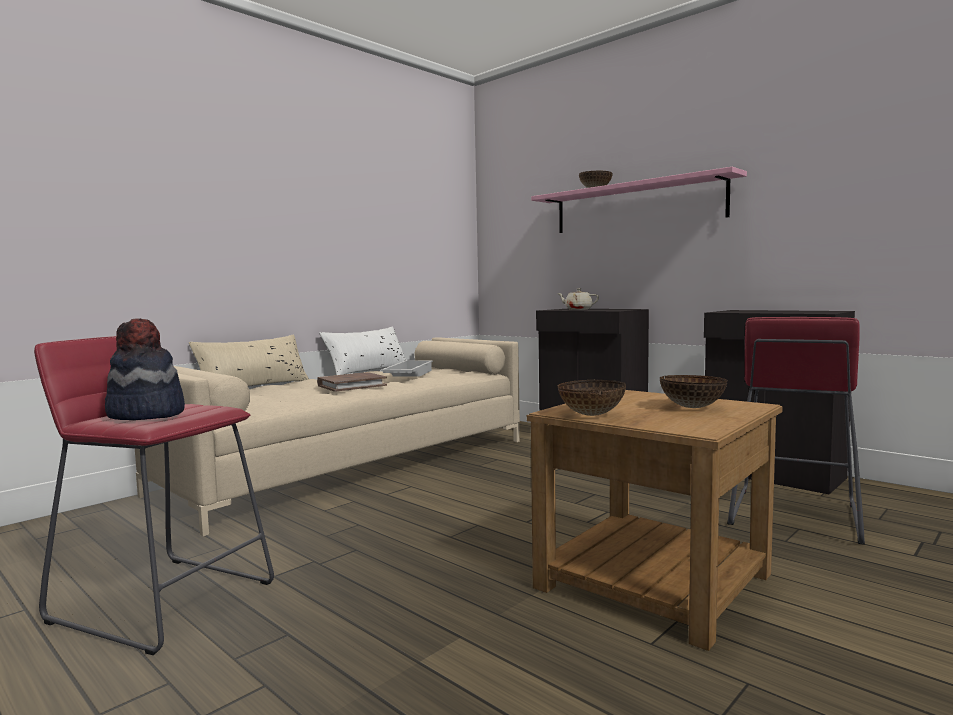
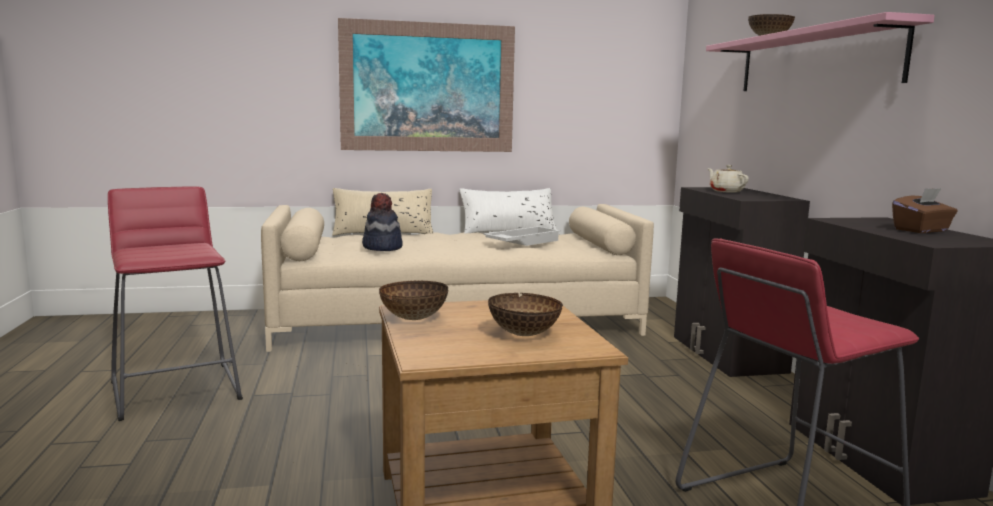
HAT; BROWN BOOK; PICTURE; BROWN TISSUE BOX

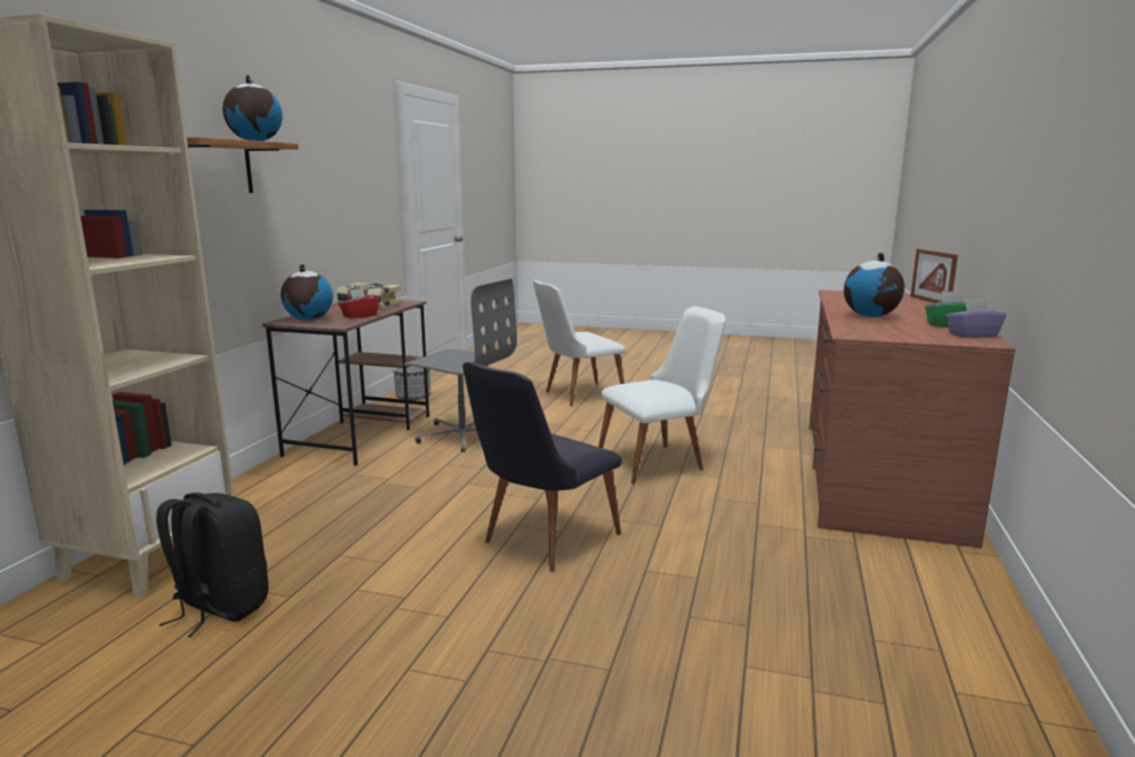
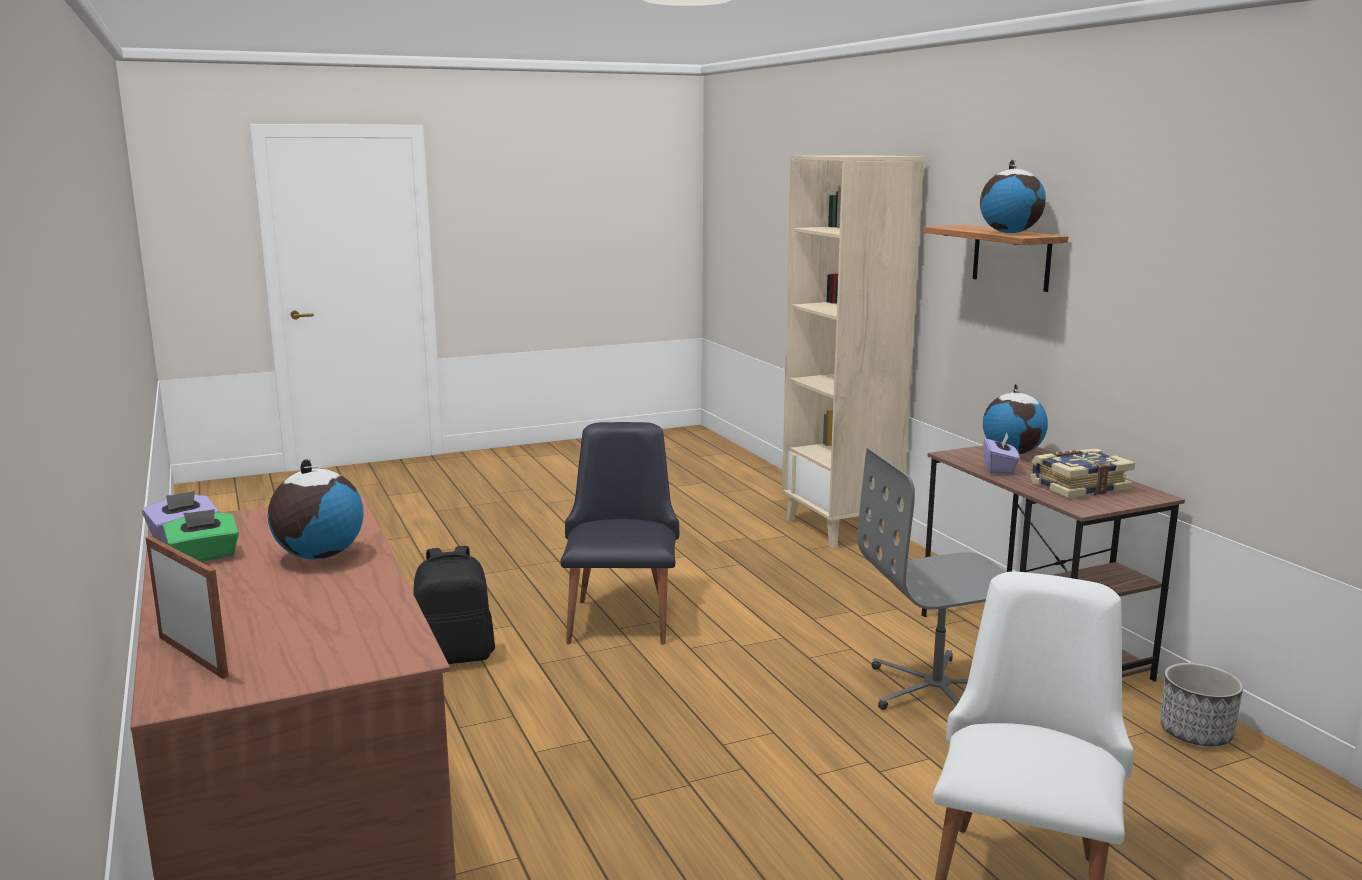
PURPLE TISSUE BOX (2nd from left); WHITE CHAIR (2nd from left in the first image); BLACK BACKPACK

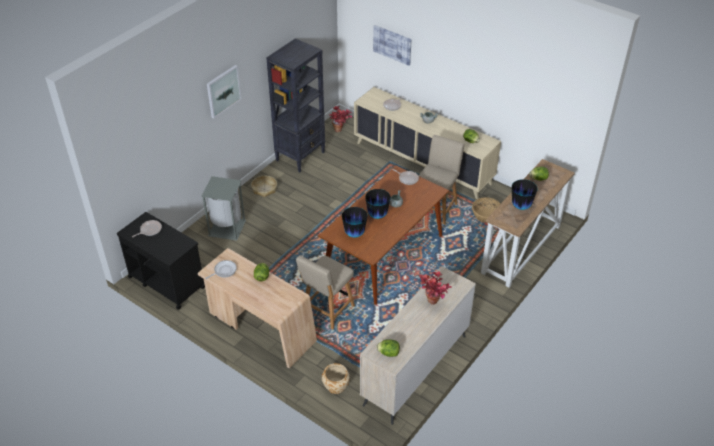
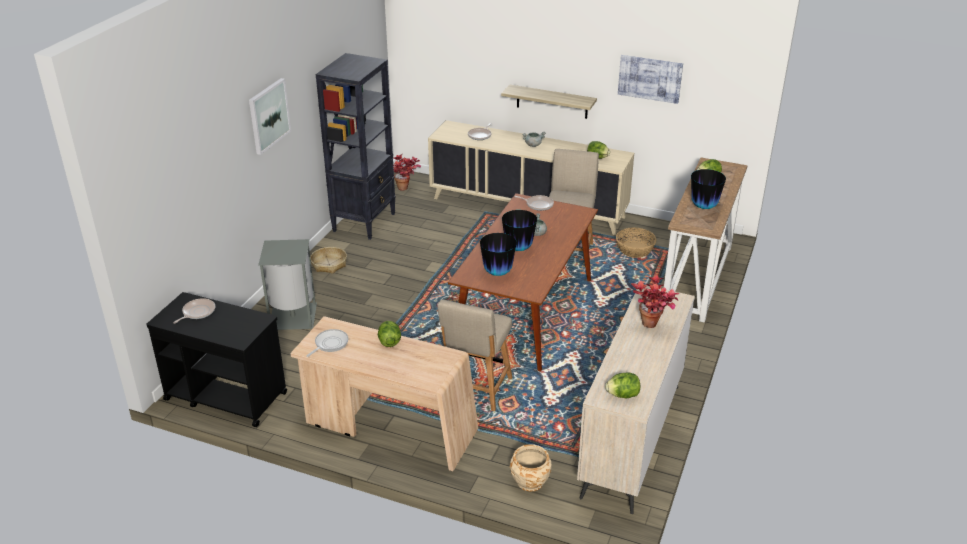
PICTURE (2nd from left); SHELF

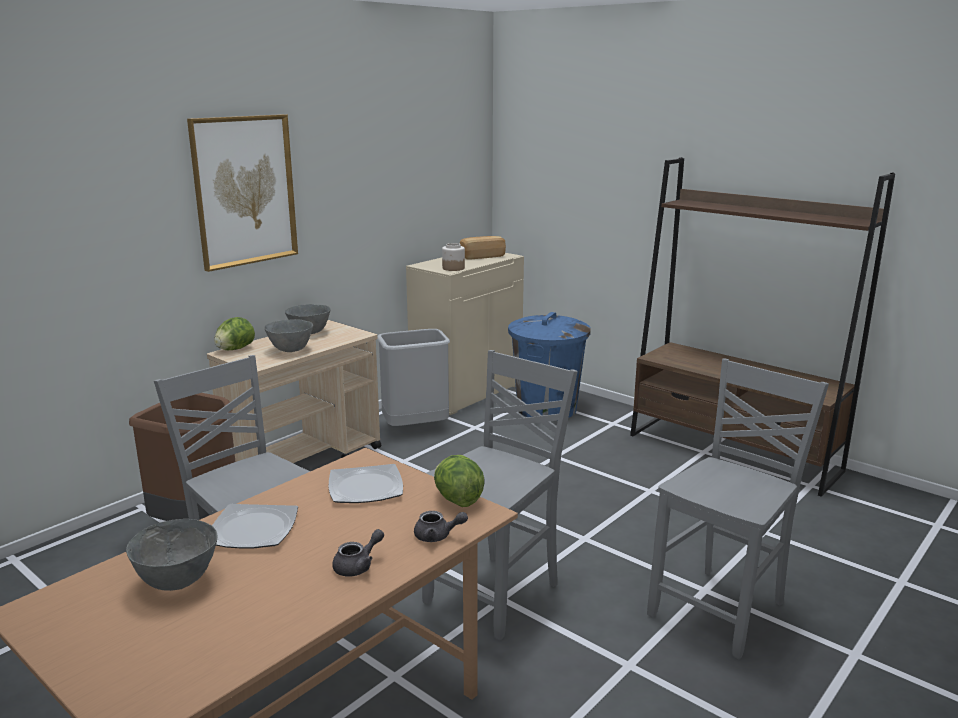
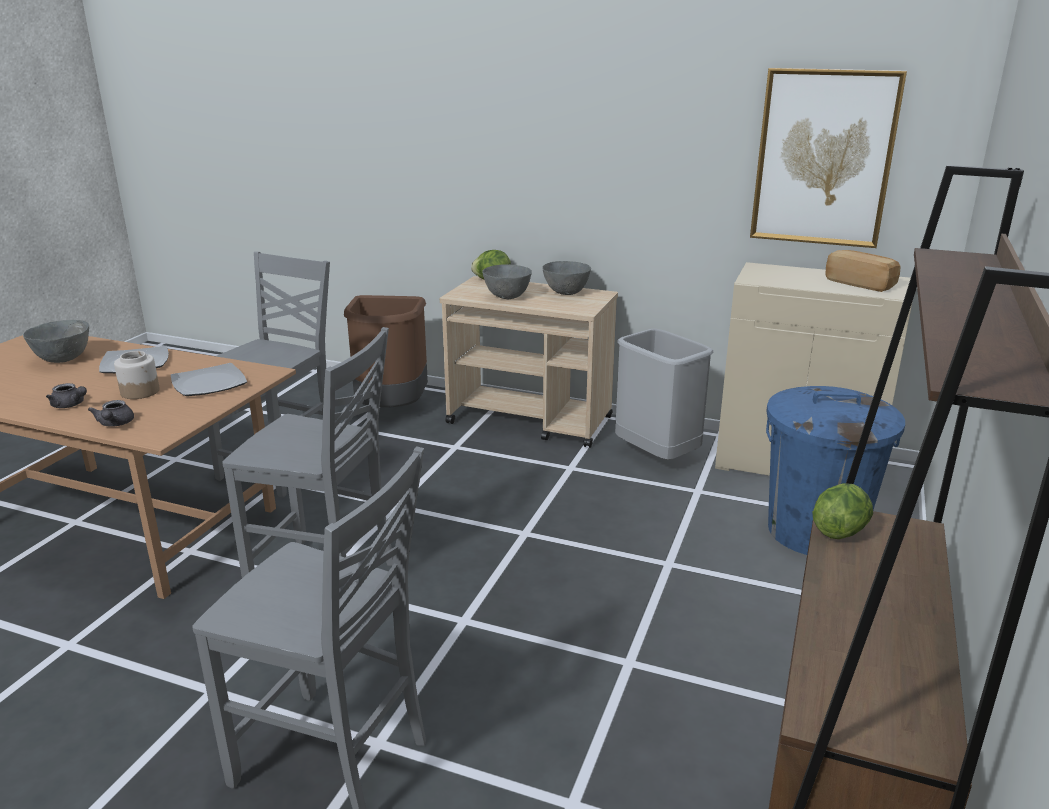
PICTURE; JAR; LETTUCE (2nd from left)

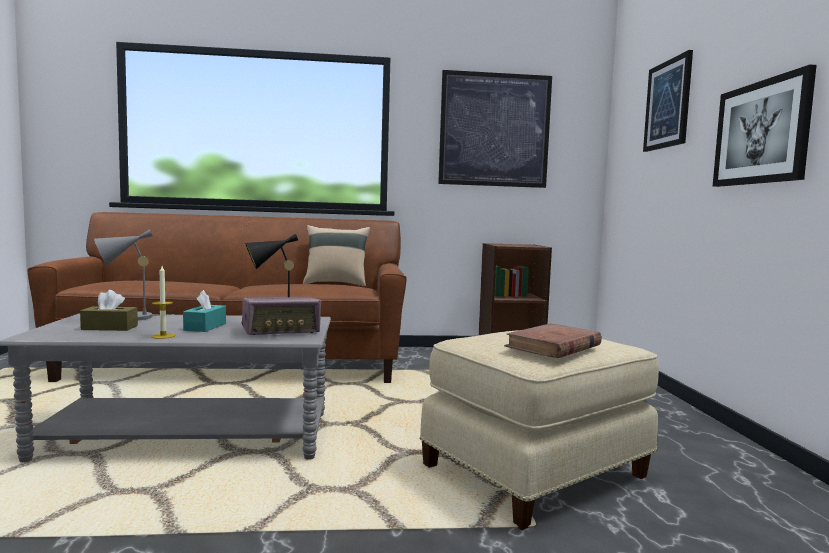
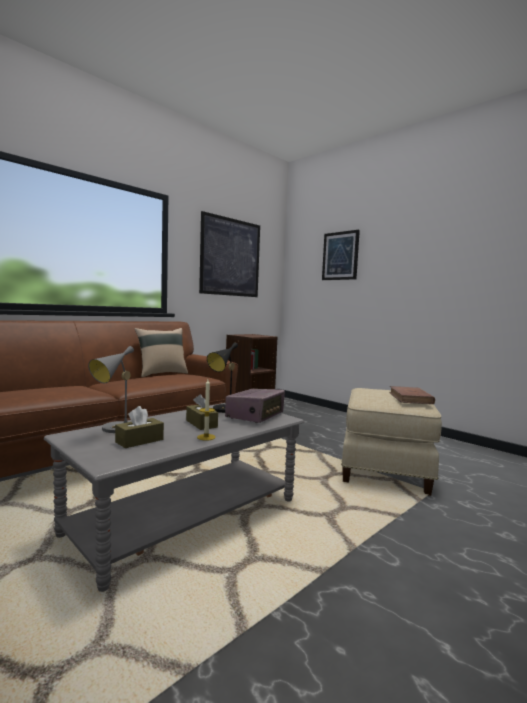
PICTURE (3rd from left in the first image); BROWN TISSUE BOX (2nd from left)

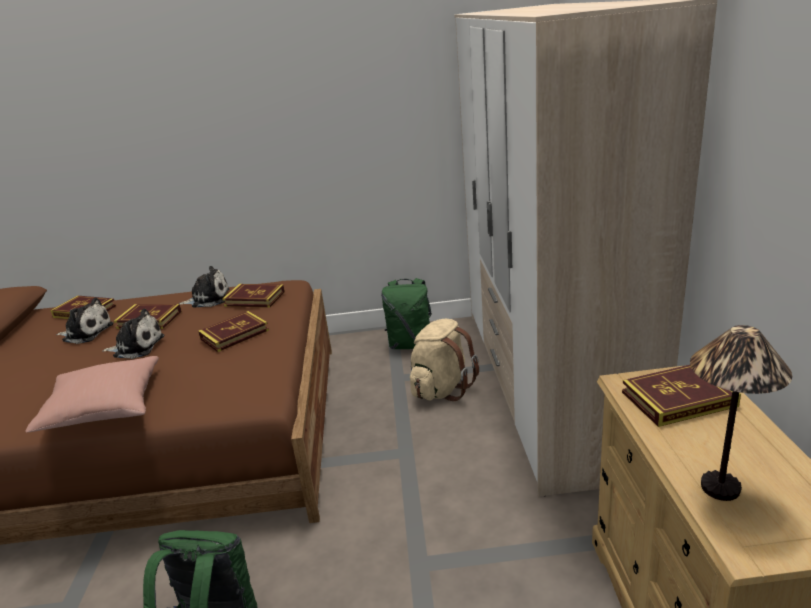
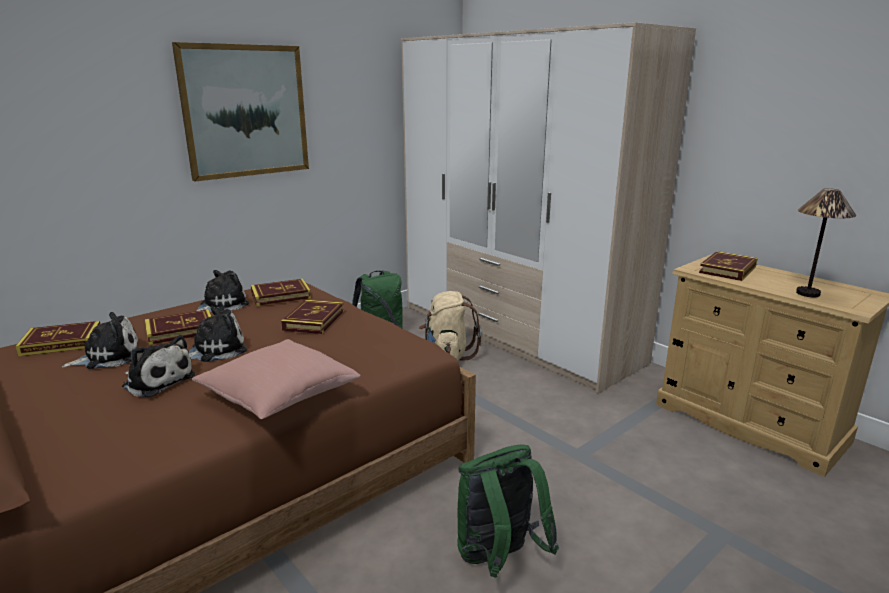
PICTURE; PLUSH TOY (2nd from left)

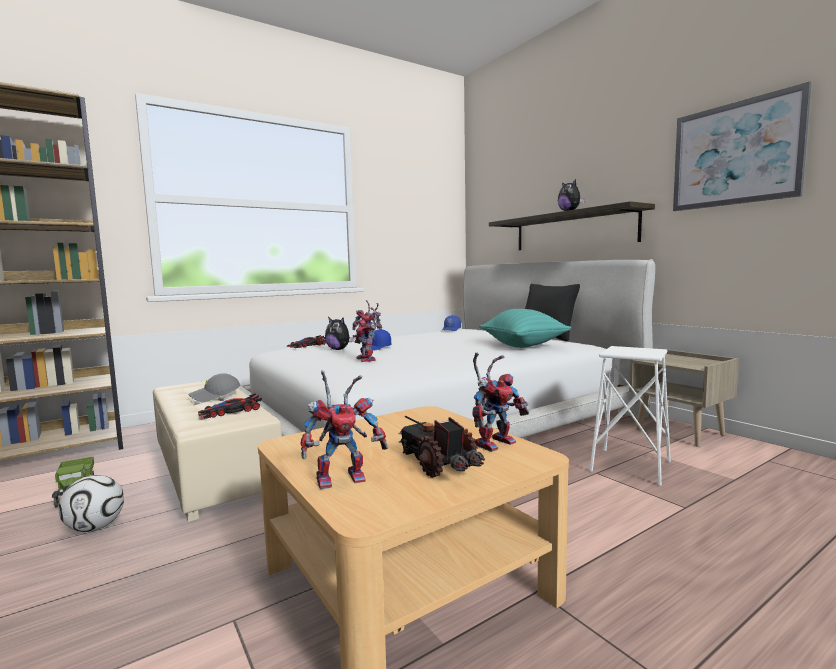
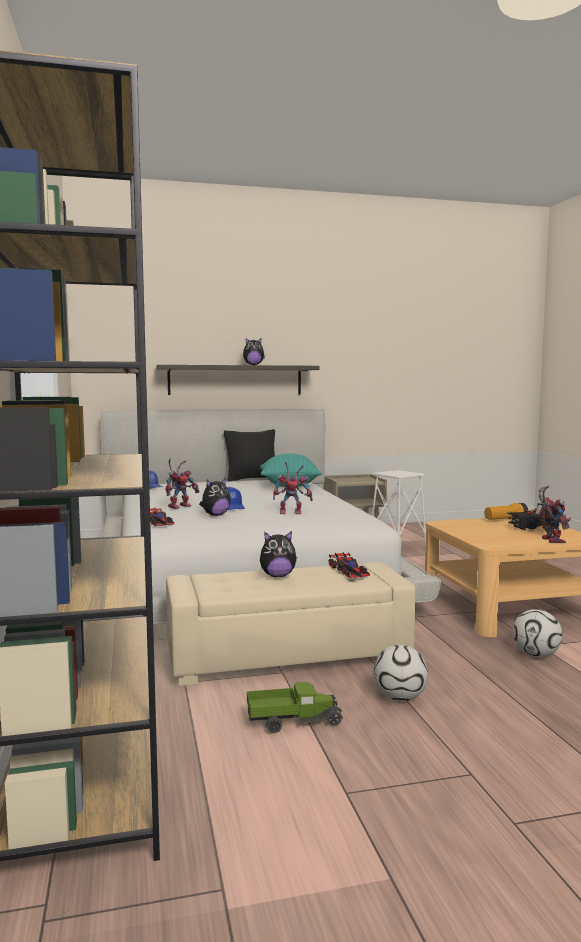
PICTURE; FLASHLIGHT; PLUSH TOY (3rd from left); FOOTBALL (2nd from left)

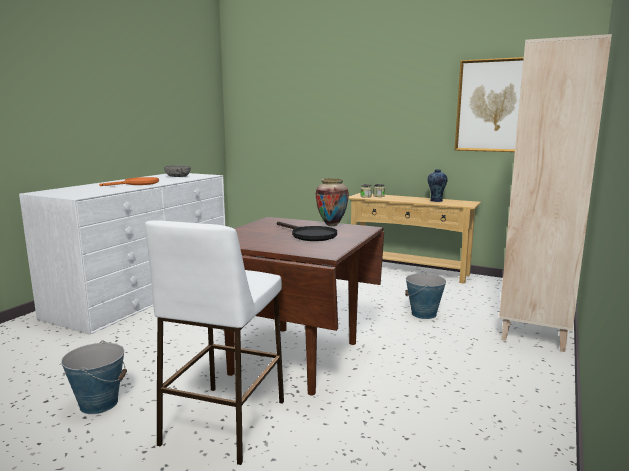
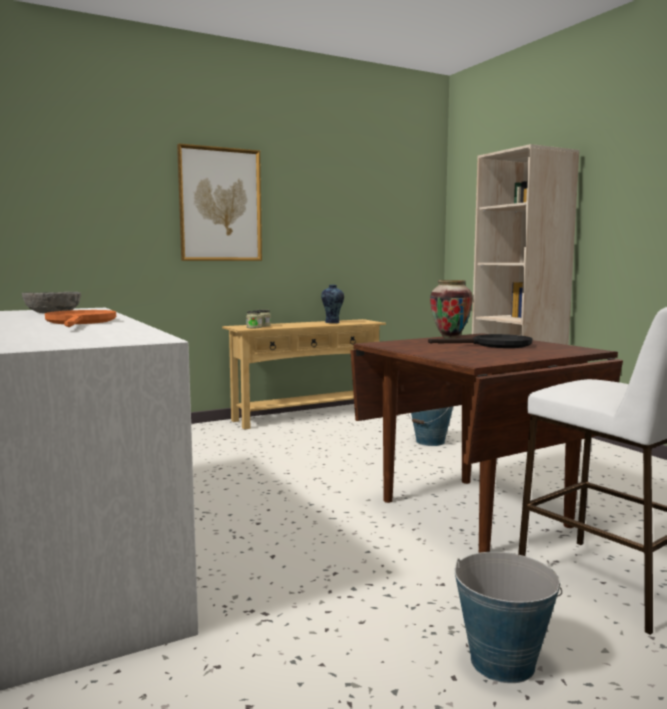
PICTURE

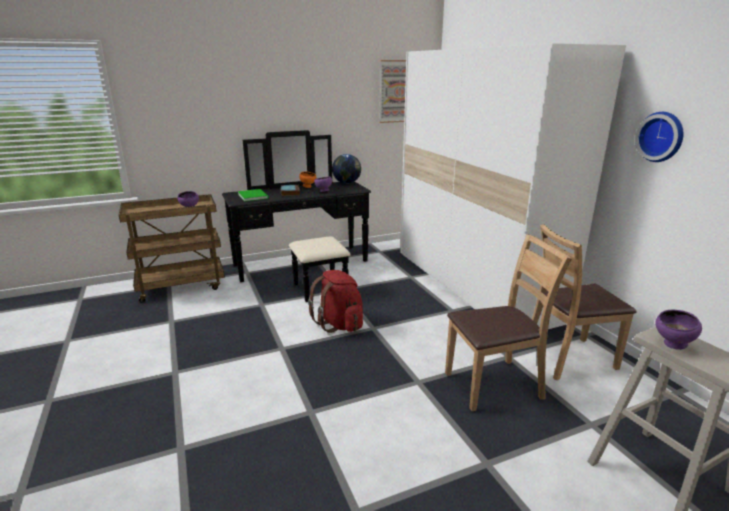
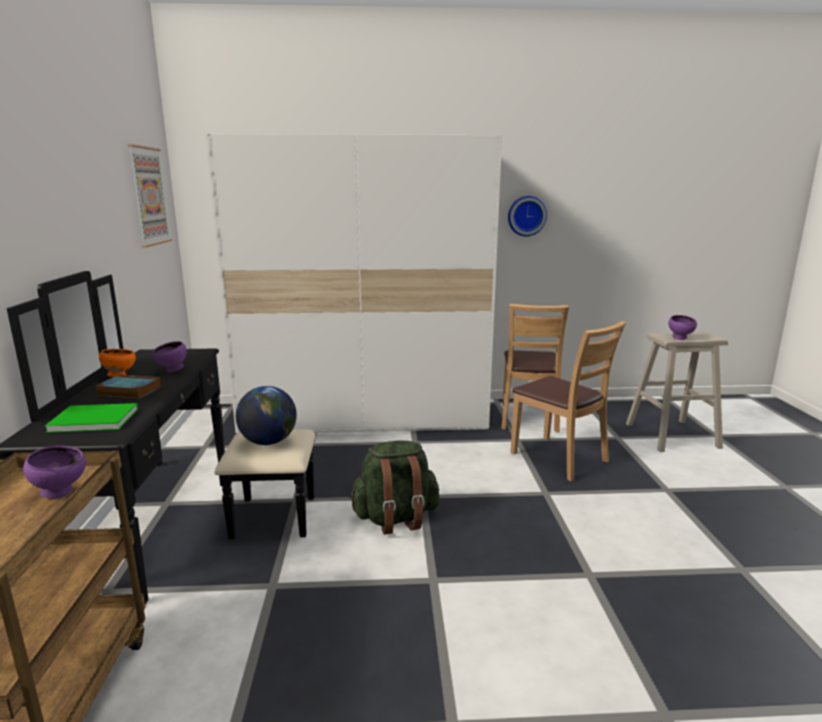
GLOBE; BROWN CHAIR (2nd from left); GREEN BACKPACK

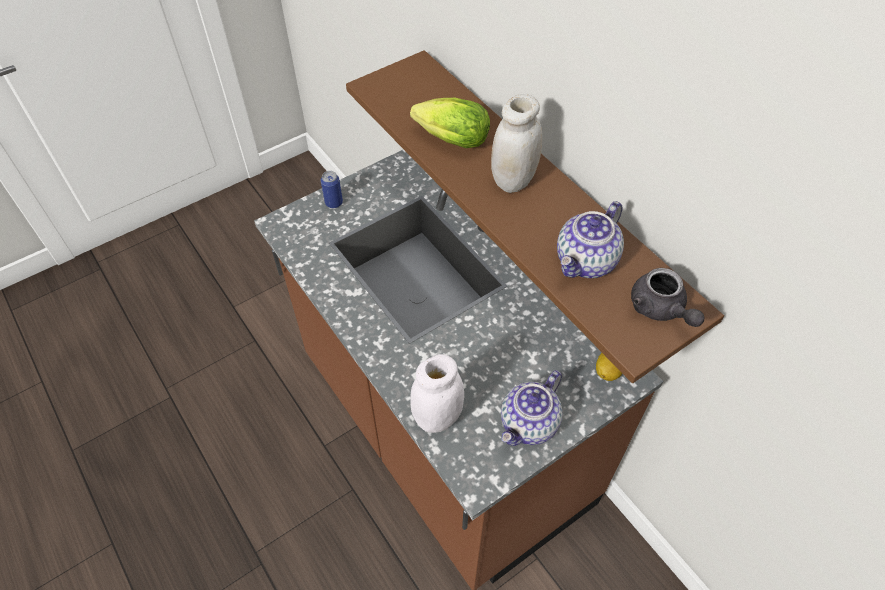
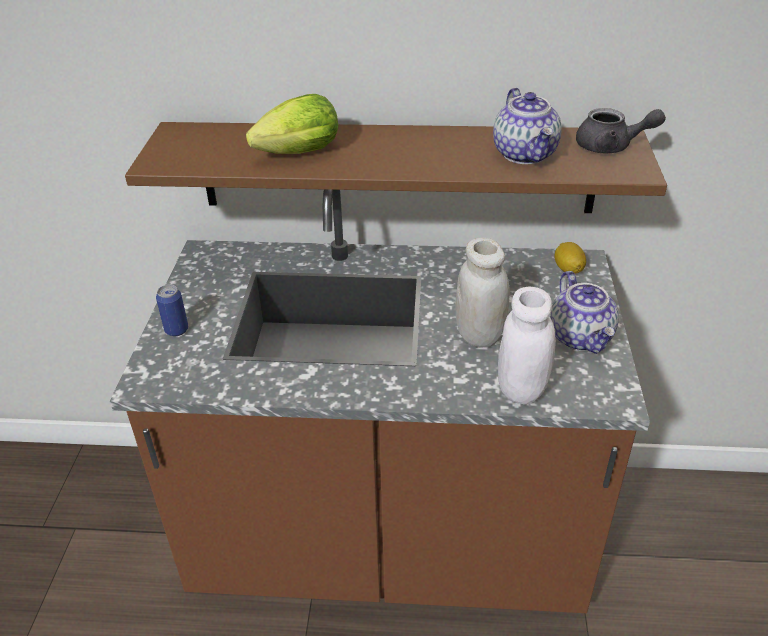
WHITE JAR (1st from left)

